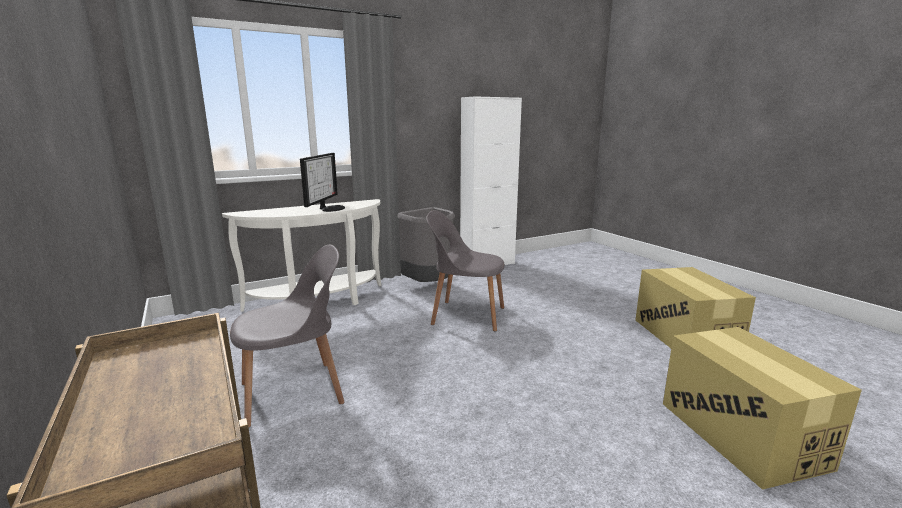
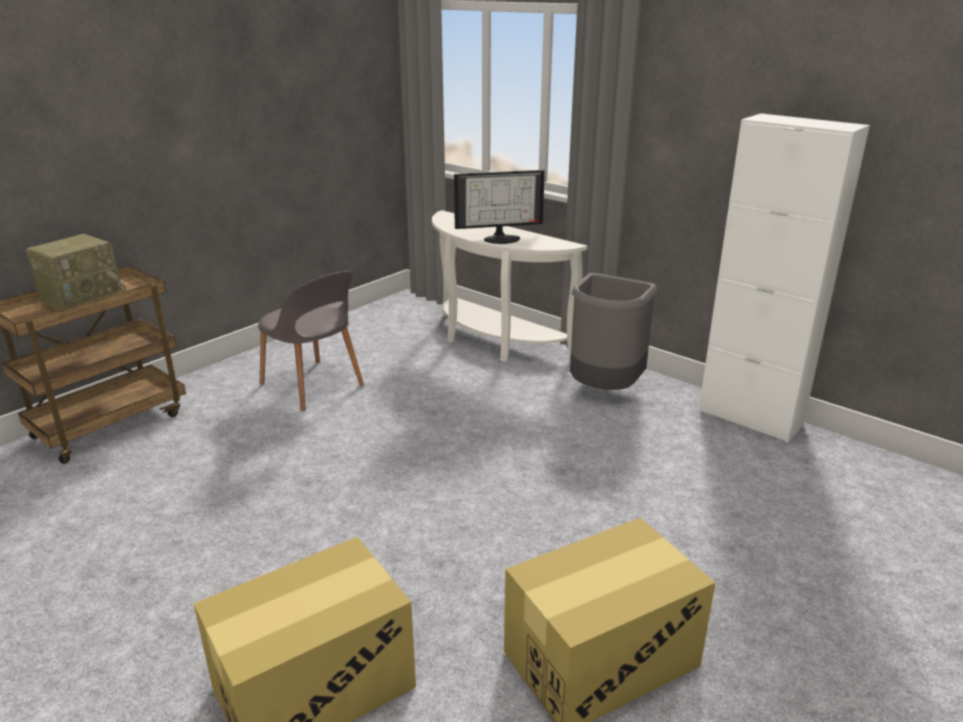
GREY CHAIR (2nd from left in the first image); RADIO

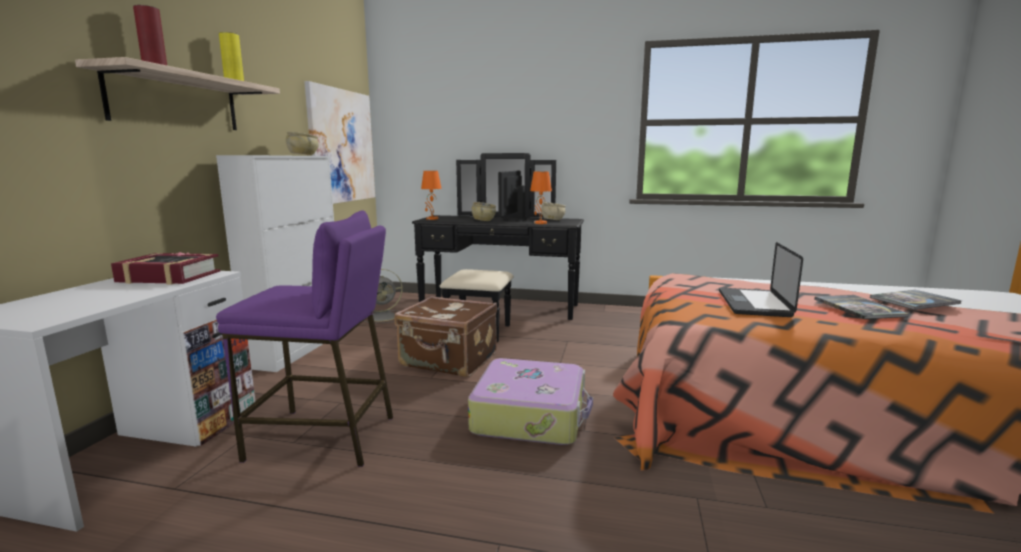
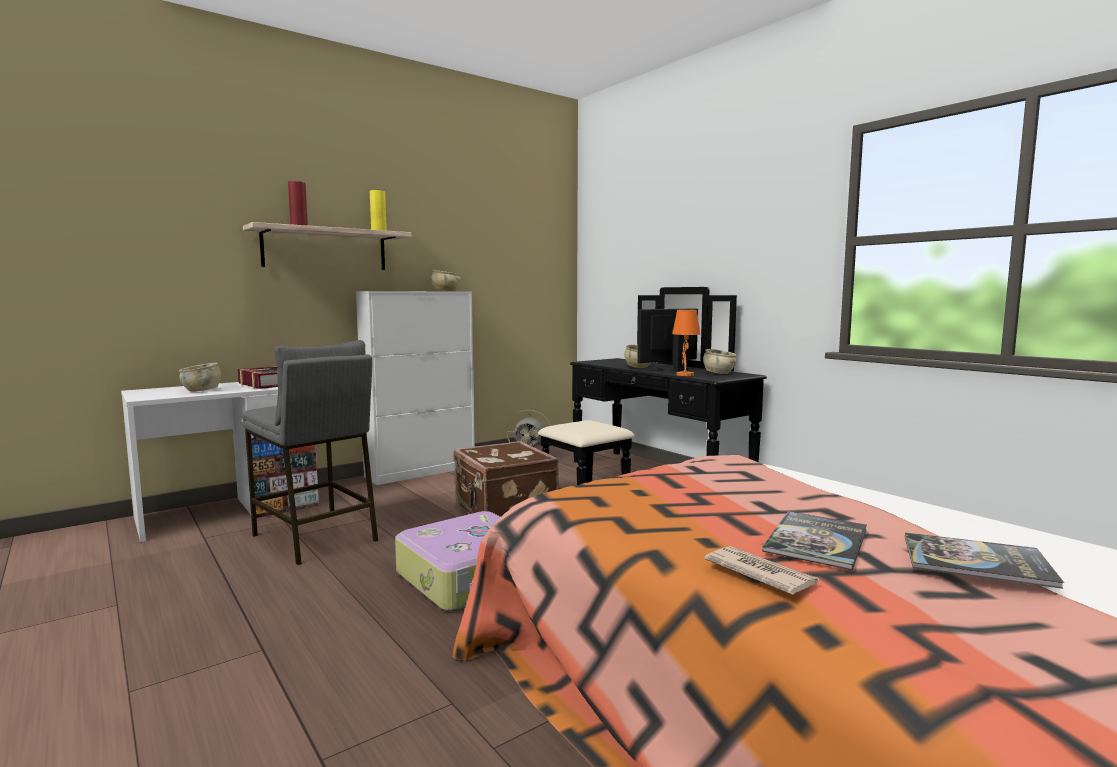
PICTURE; ORANGE TABLE LAMP (1st from left in the first image); GREY STOOL; LAPTOP; BEIGE BOWL (1st from left); NEWSPAPER

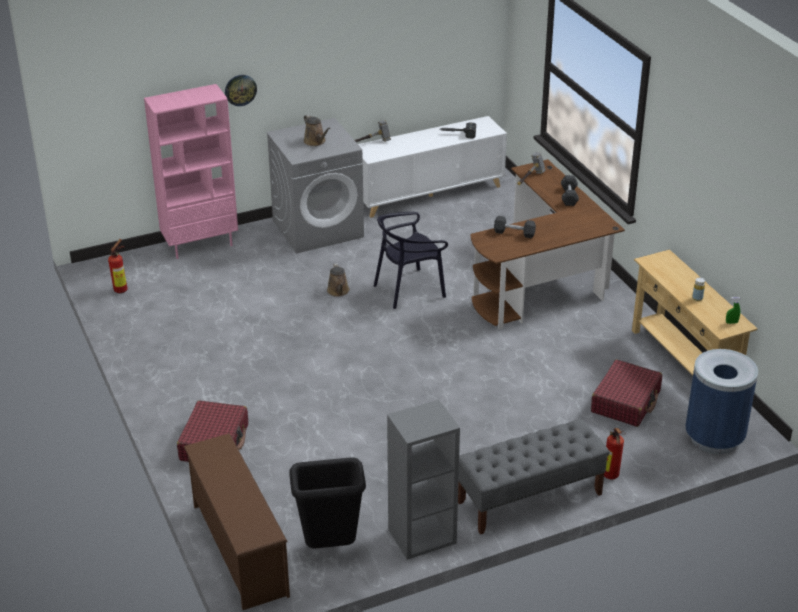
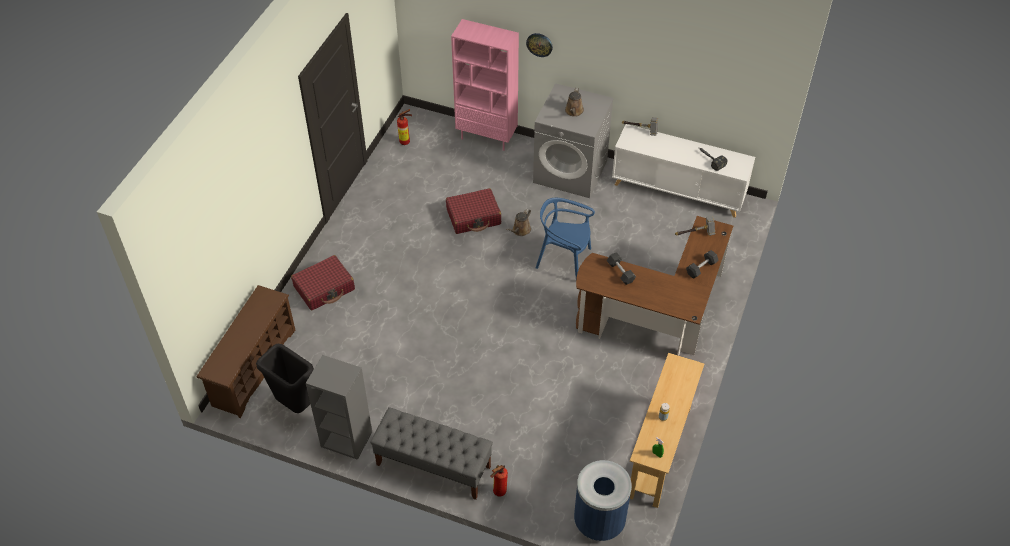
BLUE CHAIR; RED SUITCASE (2nd from left)

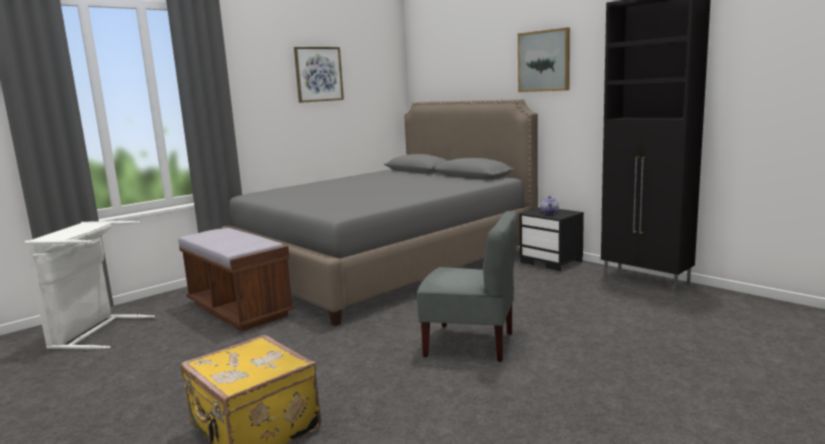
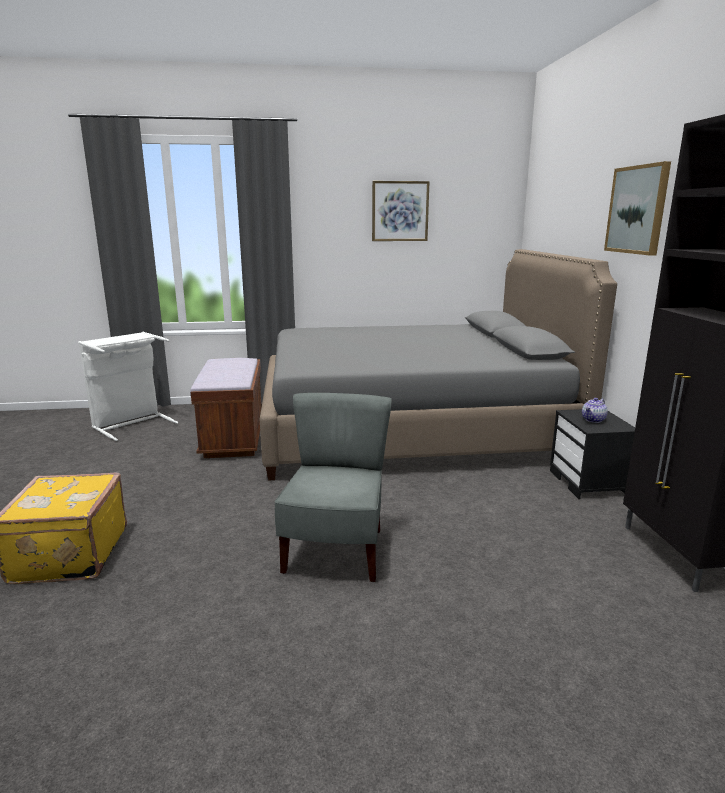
GREY CHAIR

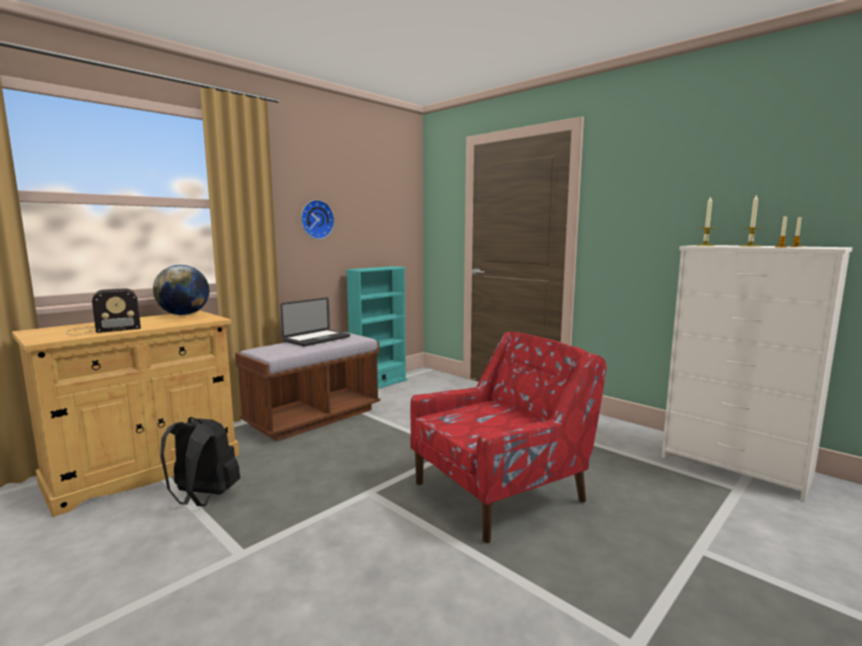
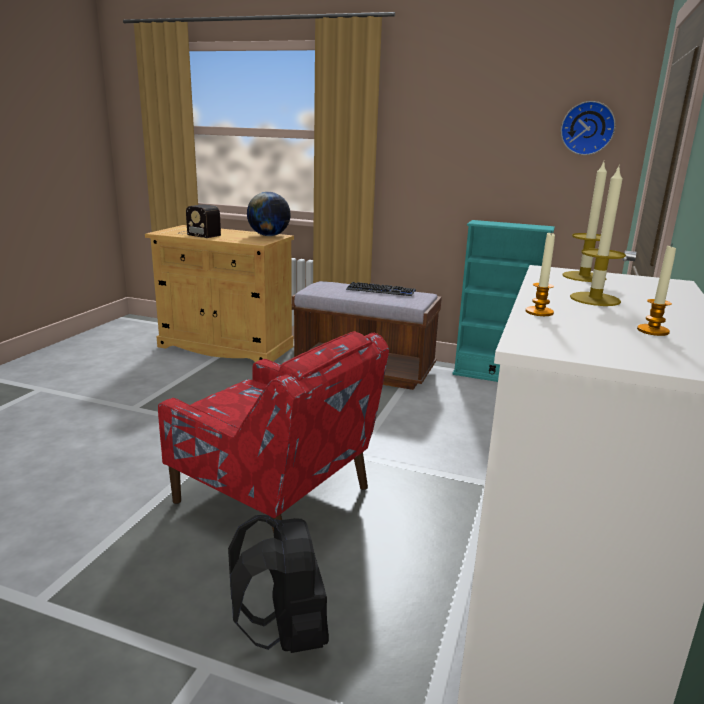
WALL CLOCK; KEYBOARD; BLACK BACKPACK

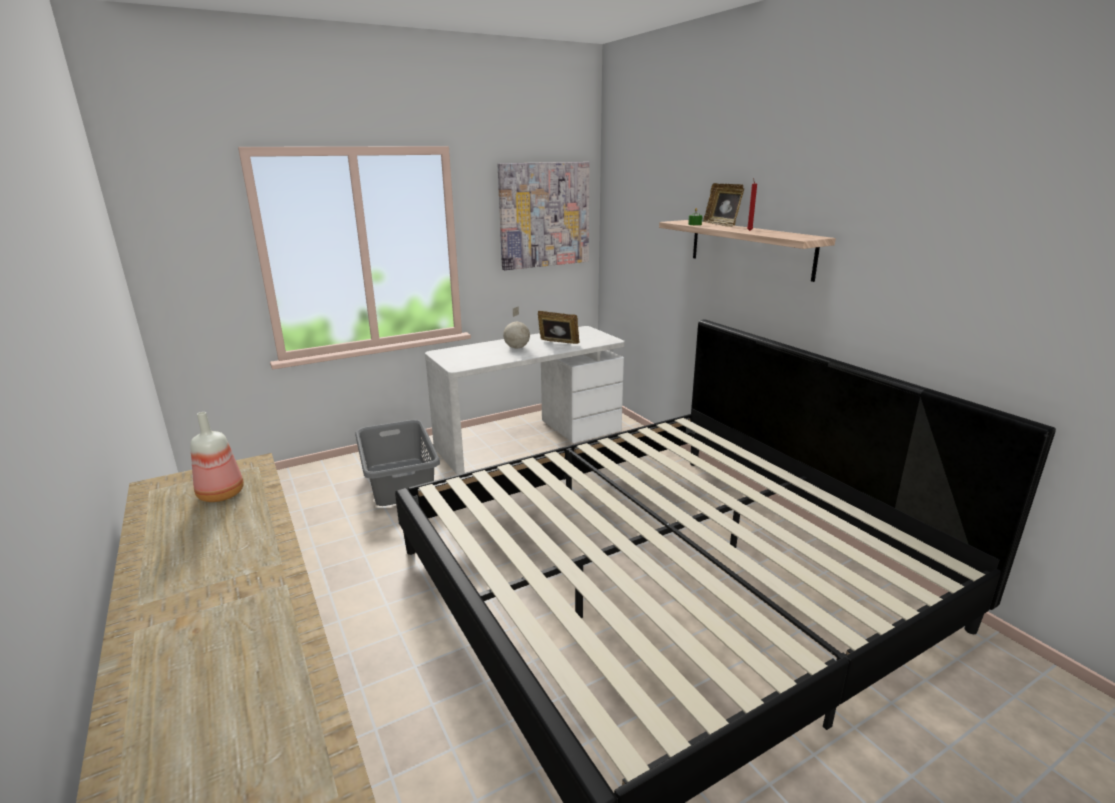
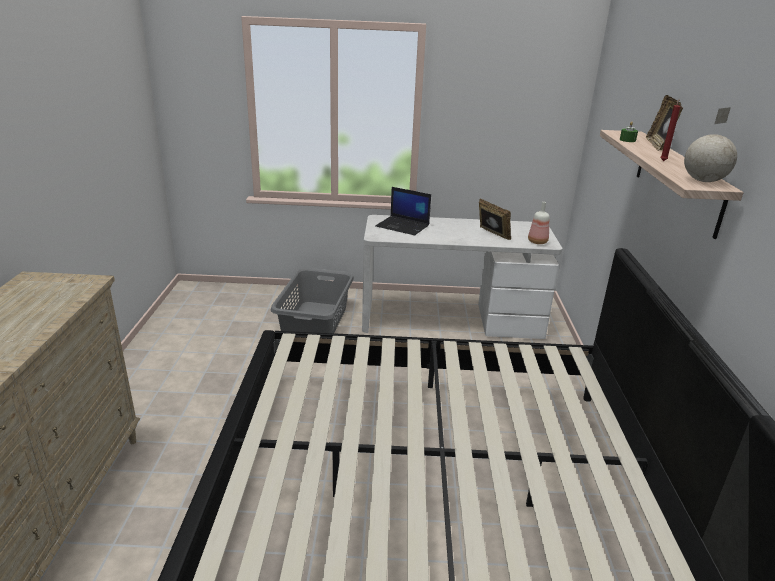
PICTURE; GLOBE; BOTTLE; LAPTOP

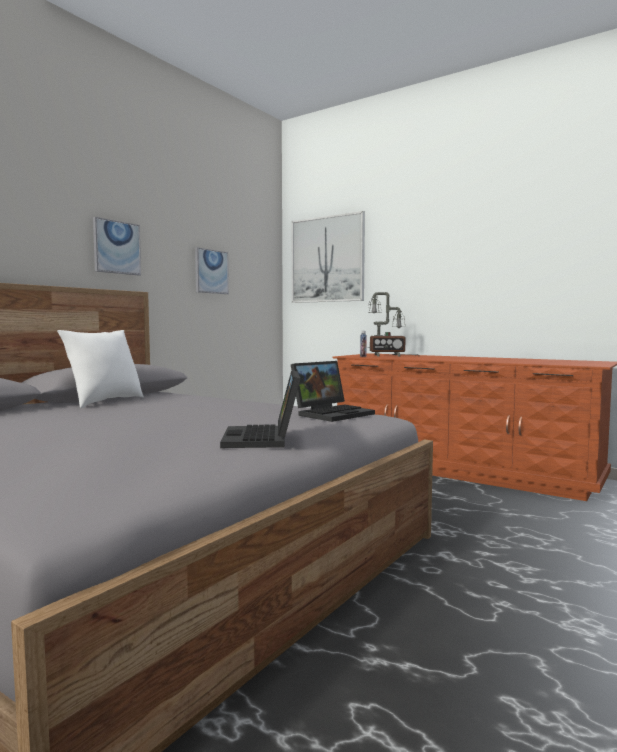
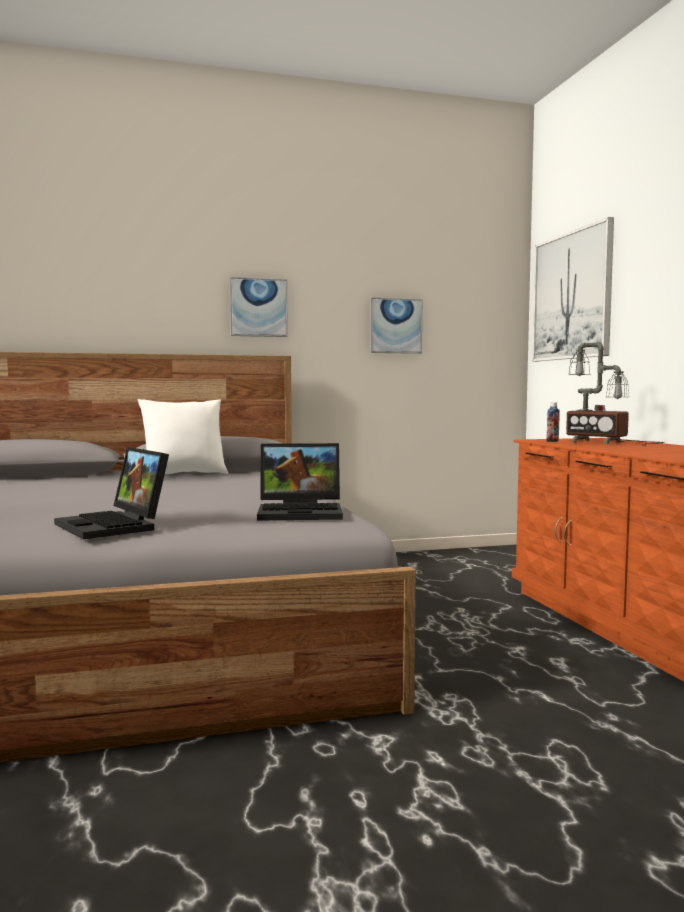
LAPTOP (1st from left)

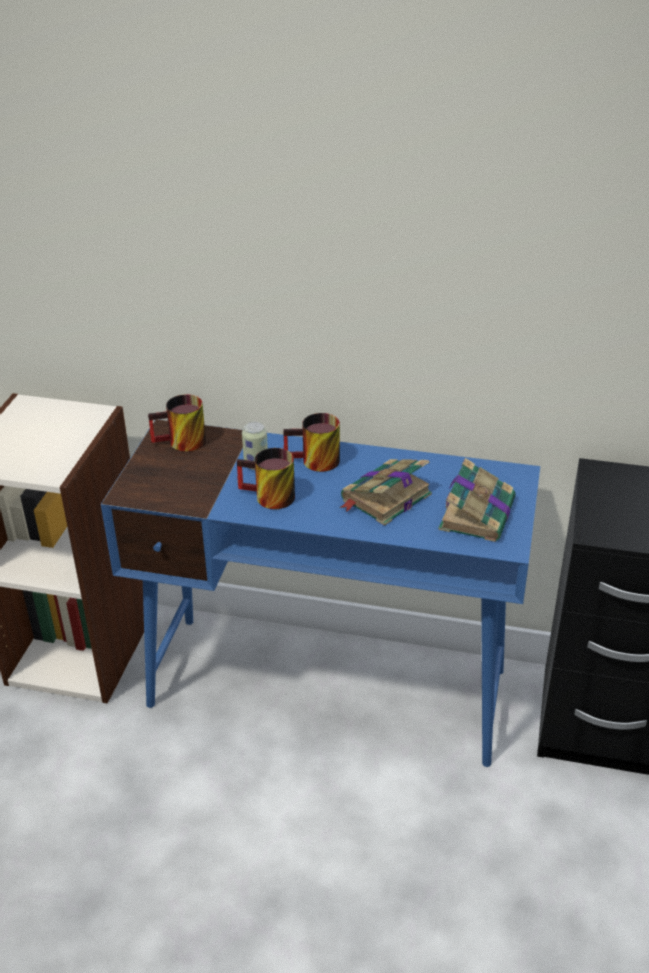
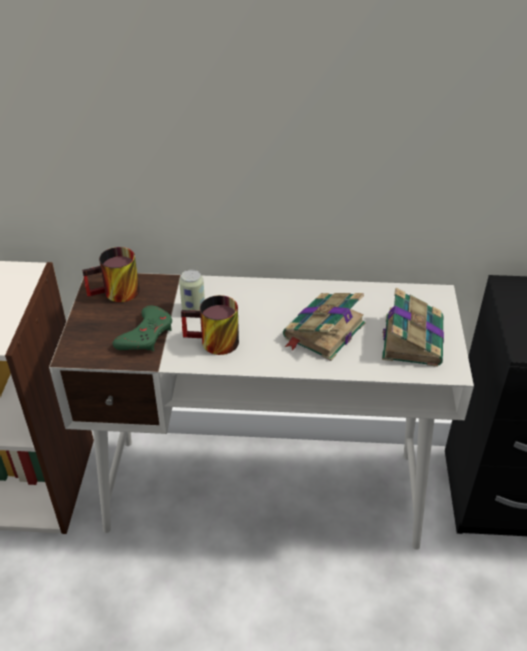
MUG (3rd from left in the first image); WHITE DESK; GREEN GAME CONTROLLER

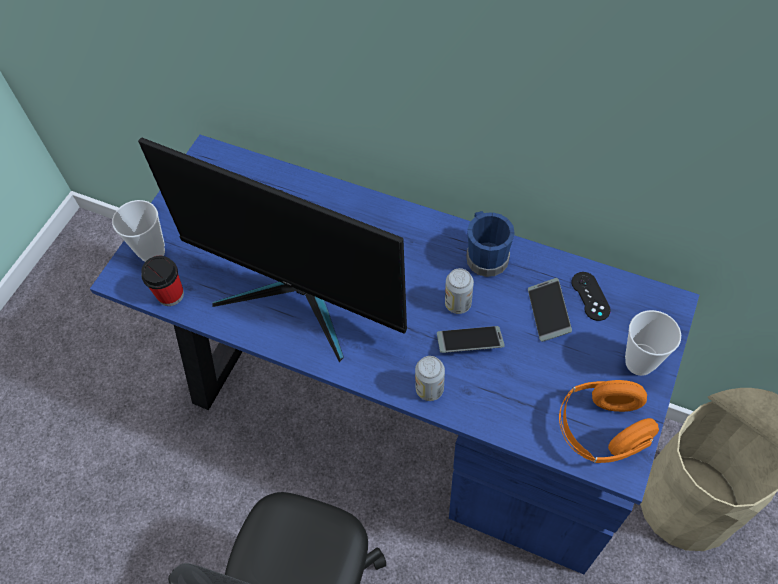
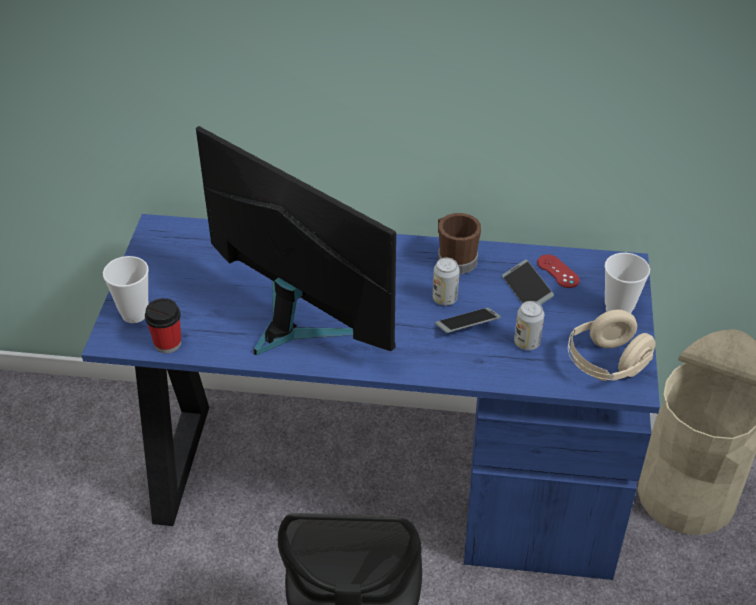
MONITOR; BROWN MUG; RED GAME CONTROLLER; CAN (2nd from left); BEIGE HEADPHONES

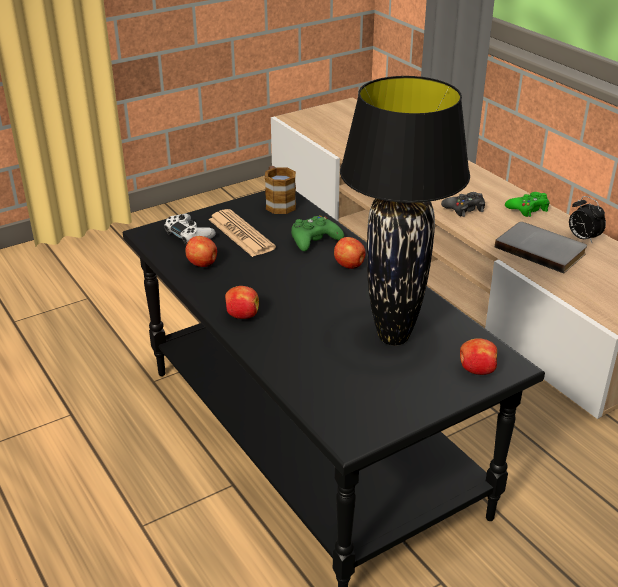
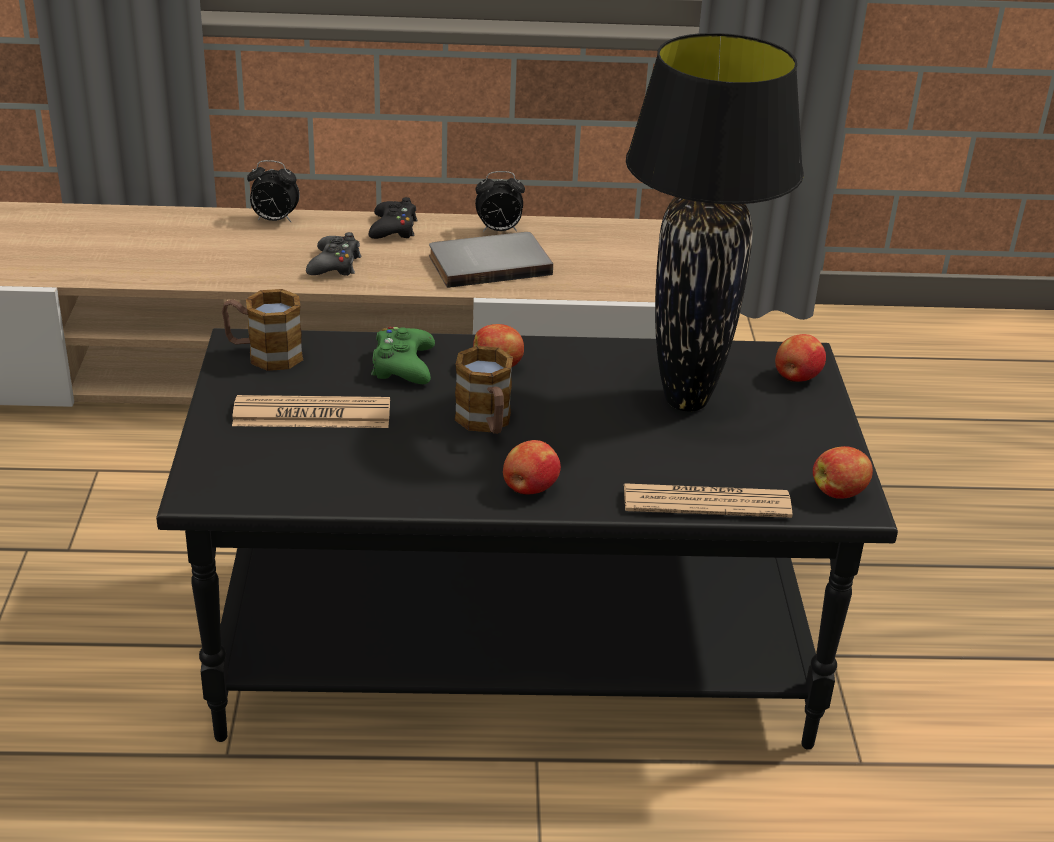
BLACK GAME CONTROLLER (2nd from left); WHITE GAME CONTROLLER; APPLE (4th from left); ALARM CLOCK (1st from left); MUG (2nd from left); NEWSPAPER (2nd from left)

